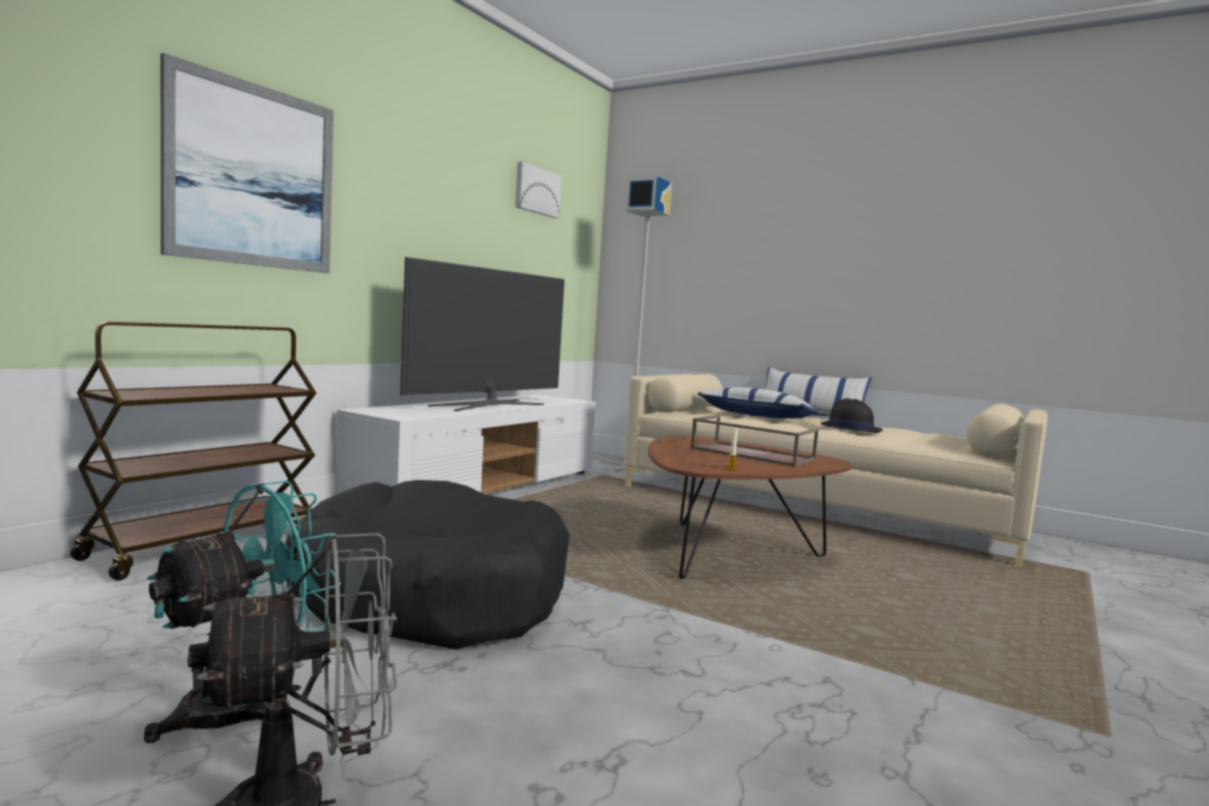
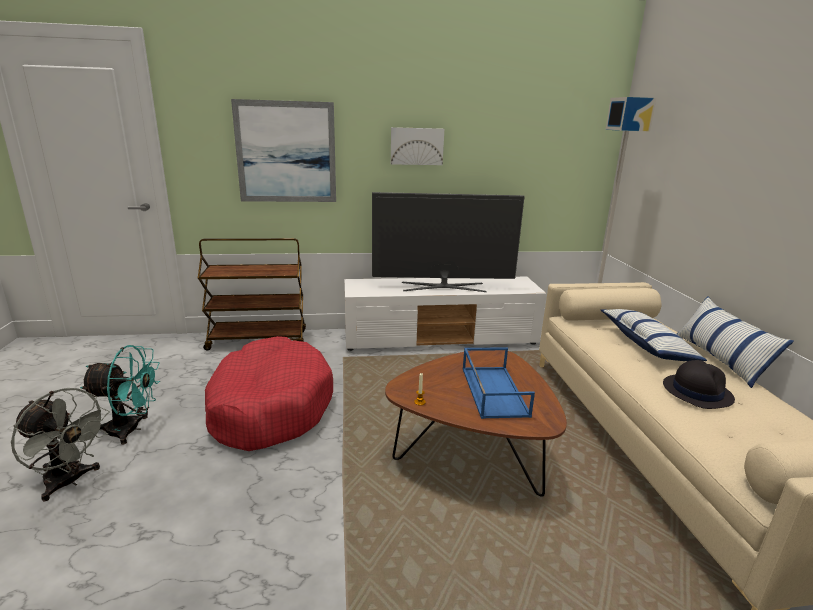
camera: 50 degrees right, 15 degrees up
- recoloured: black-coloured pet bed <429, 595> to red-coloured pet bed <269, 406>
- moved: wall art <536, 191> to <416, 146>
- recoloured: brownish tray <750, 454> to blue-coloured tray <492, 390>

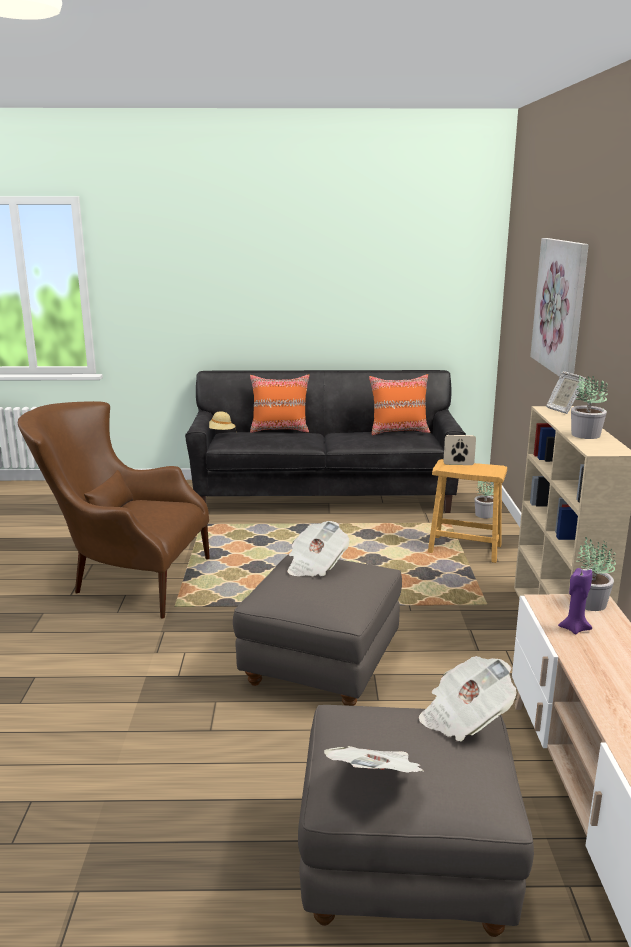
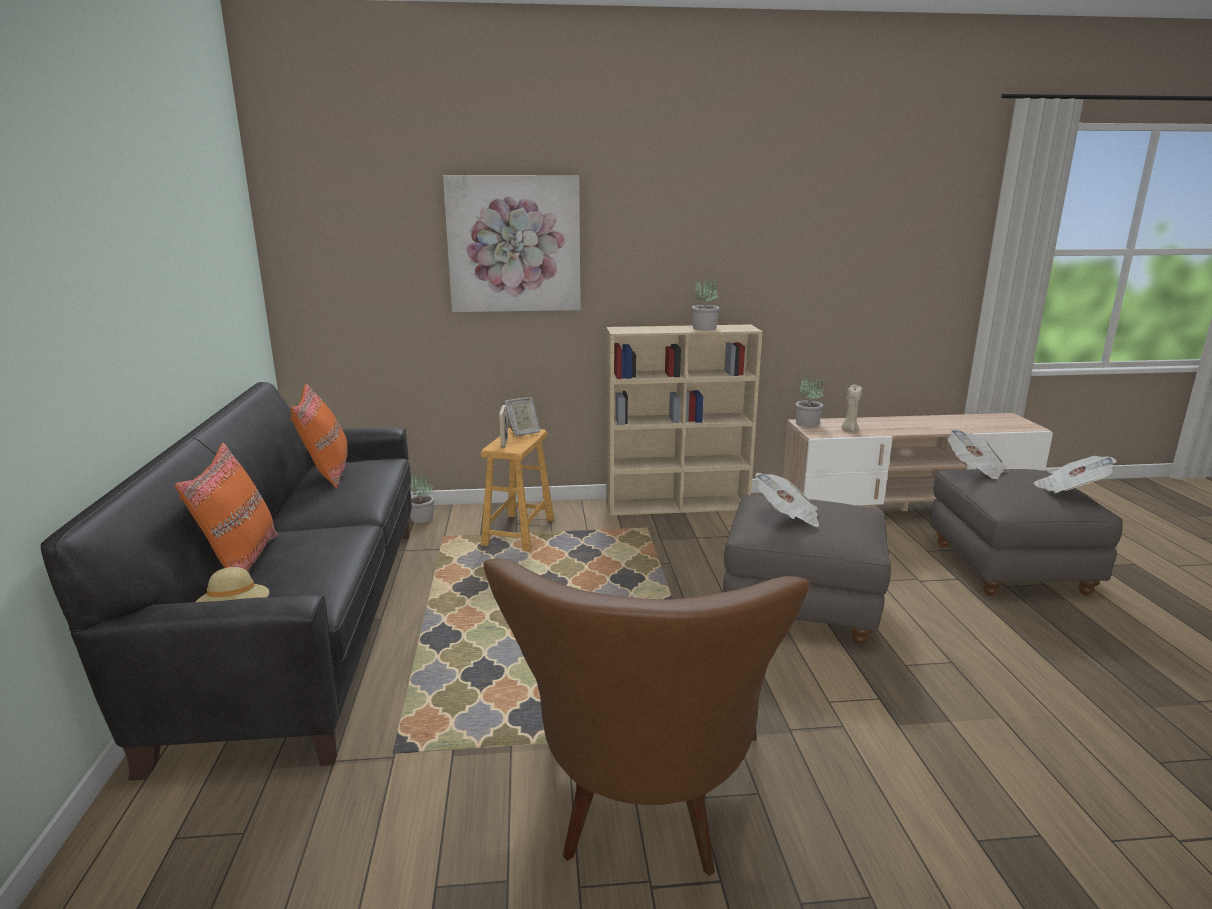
camera: 95 degrees left, 0 degrees up
- moved: picture frame <562, 410> to <523, 432>
- recoloured: purple wax candle <574, 628> to beige-coloured wax candle <849, 429>

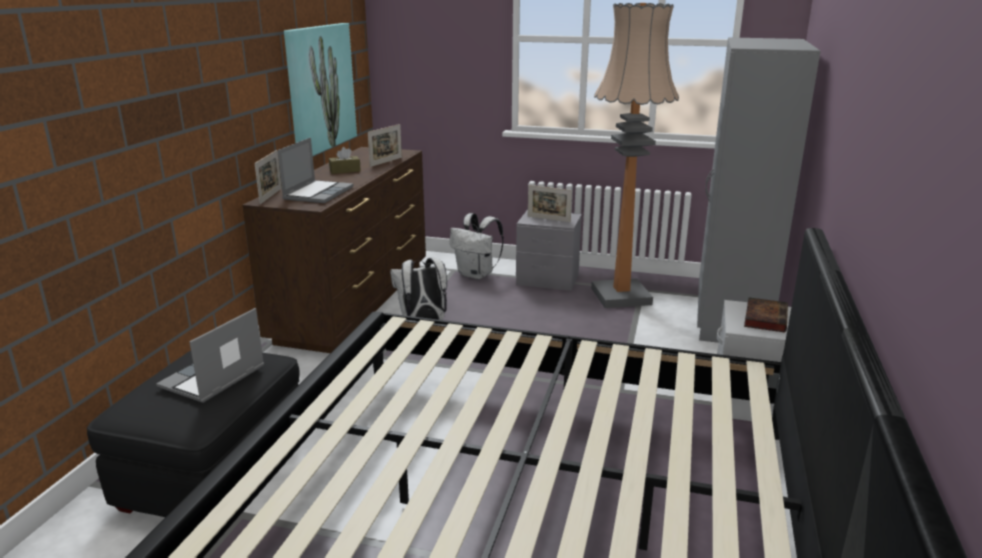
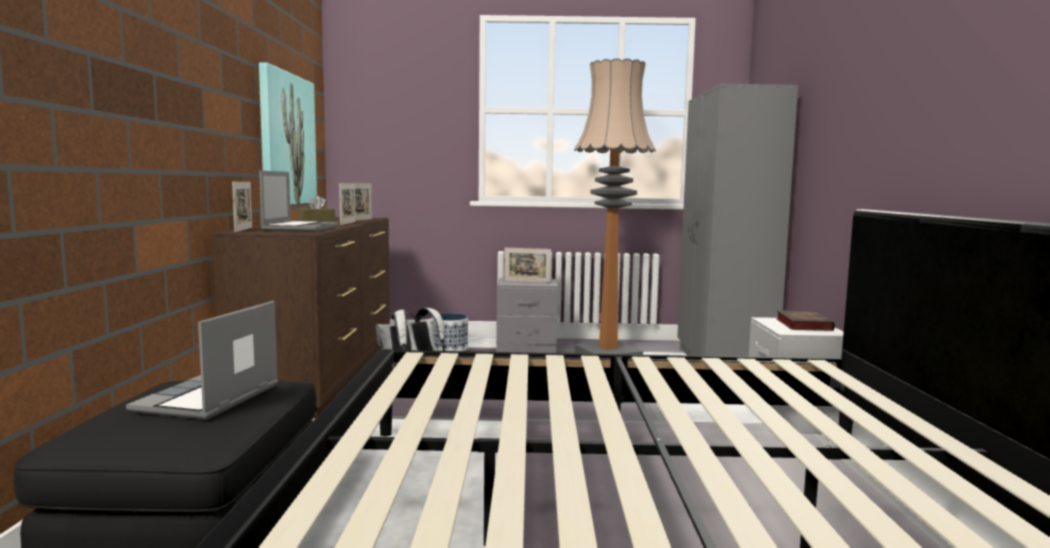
camera: 15 degrees left, 15 degrees down
- added: picture frame <348, 223>
- replaced: whitish knapsack <477, 274> to planter <449, 349>

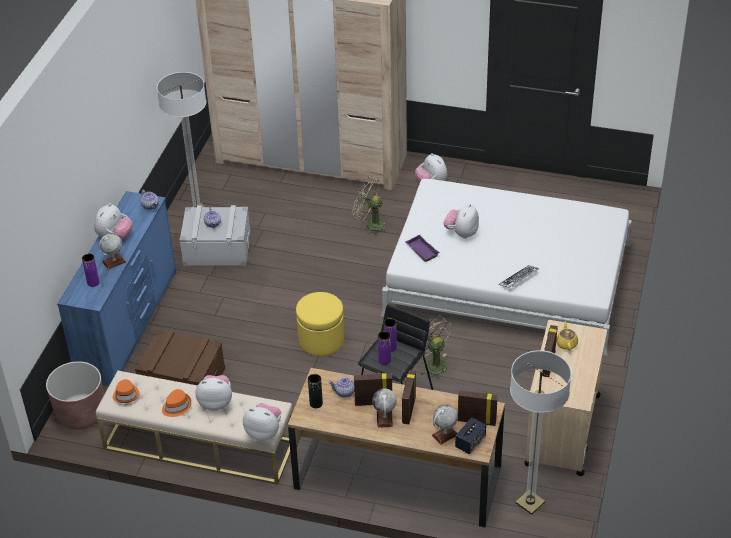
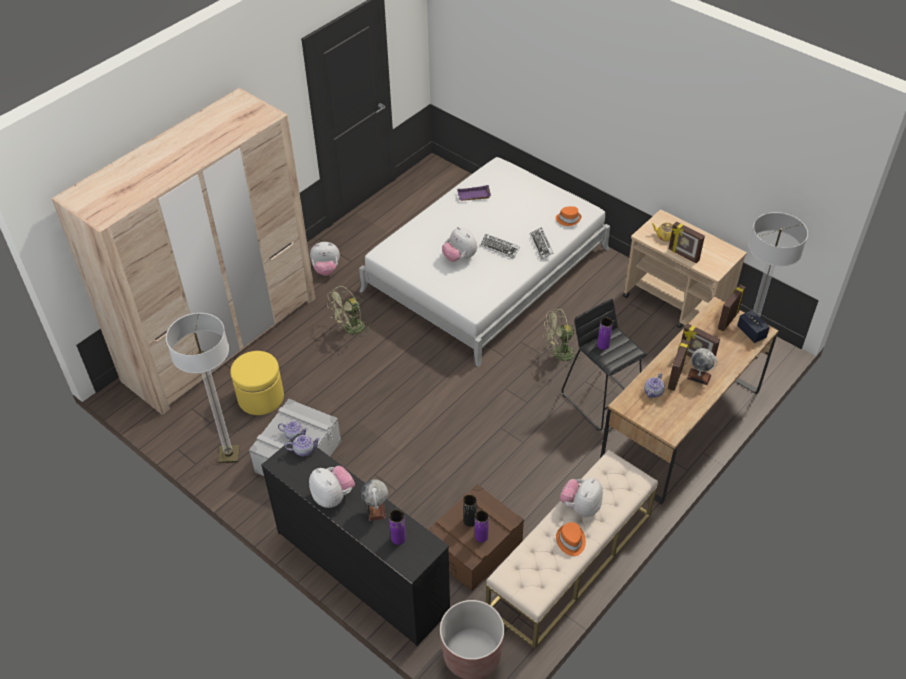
camera: 65 degrees left, 5 degrees up
- moved: yellow ottoman <321, 340> to <261, 397>
- recoloured: blue-coloured drawer chest <129, 324> to black-coloured drawer chest <362, 570>
- moved: purple tray <421, 251> to <473, 196>
- moved: black-coloured decorative vase <316, 403> to <469, 521>
- moved: purple decorative vase <384, 360> to <481, 536>
- added: computer keyboard <499, 248>
- moved: orange-coloured clothing hat <126, 394> to <568, 219>
- removed: soft toy <264, 432>
- removed: globe <444, 435>

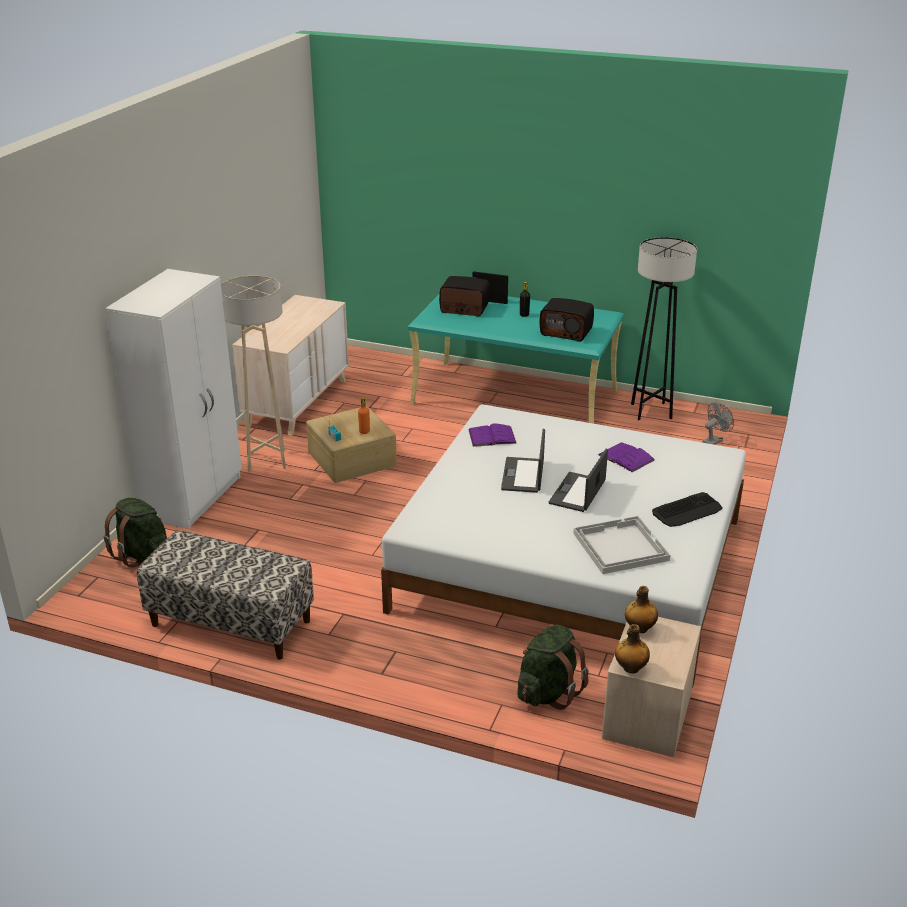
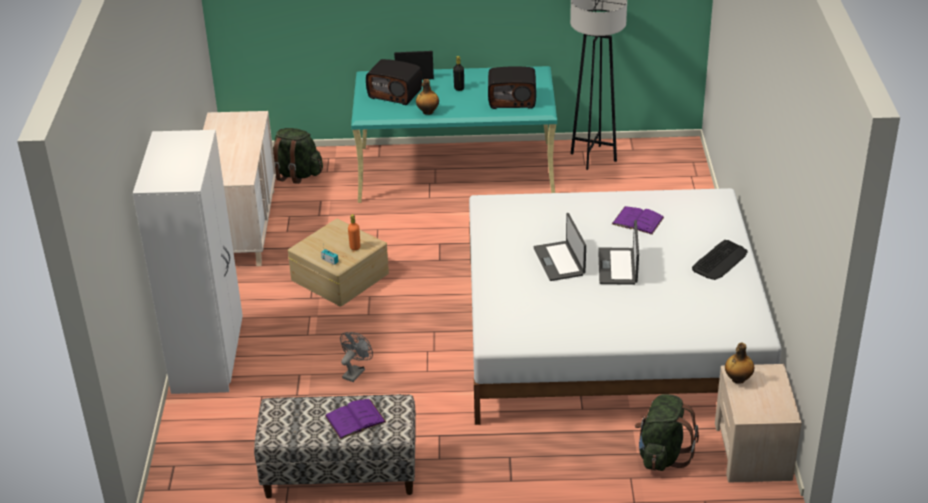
camera: 20 degrees left, 5 degrees up
- moved: green knapsack <142, 555> to <296, 174>
- moved: purple book <492, 436> to <355, 419>
- moved: greyish electric fan <714, 440> to <355, 372>
- turned: radio <464, 309> = <395, 94> 150 degrees counterclockwise
- moved: beverage bottle <630, 668> to <427, 112>
- removed: beige-coloured standing lamp <266, 461>
- removed: whitish tray <619, 546>

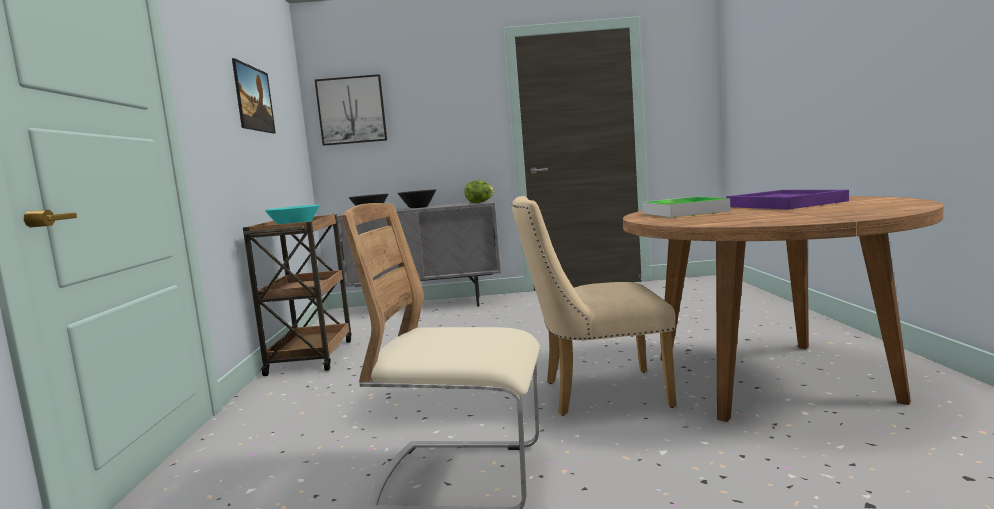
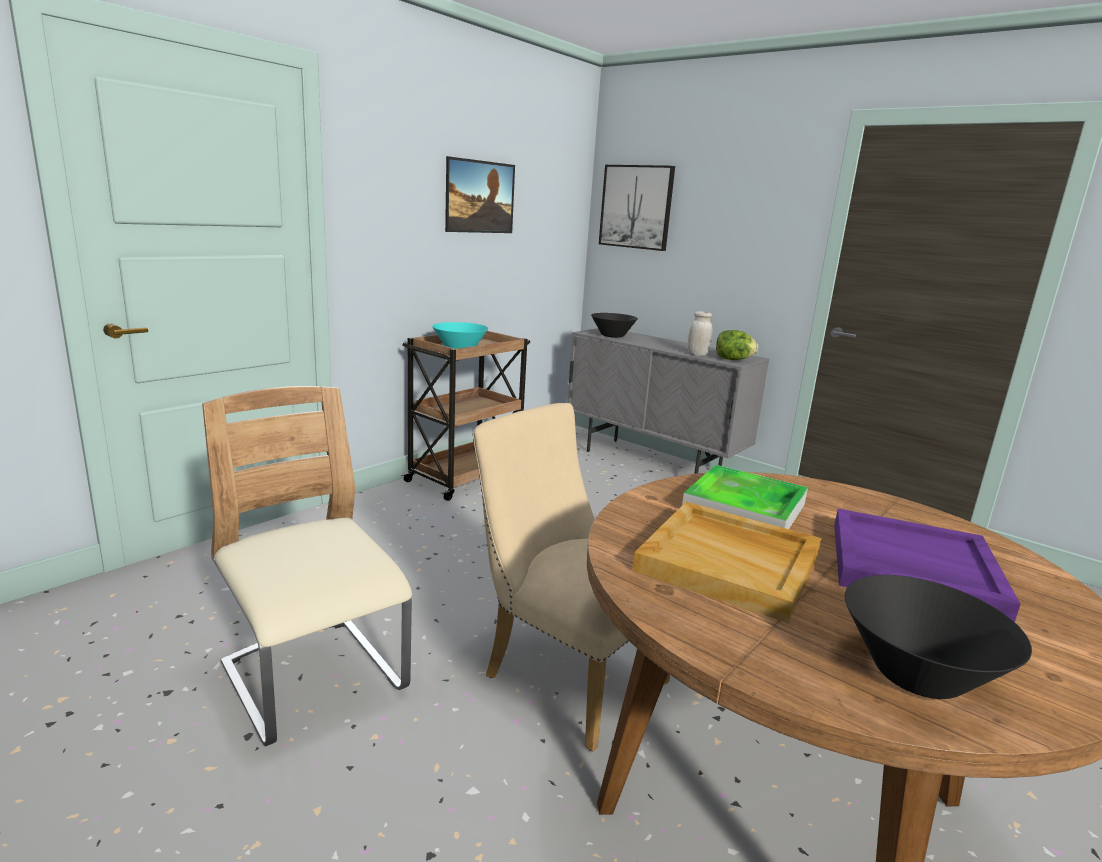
camera: 40 degrees right, 10 degrees up
- added: beige-coloured tray <730, 563>
- added: whitish storage jar <697, 354>
- moved: black-coloured bowl <418, 207> to <916, 675>

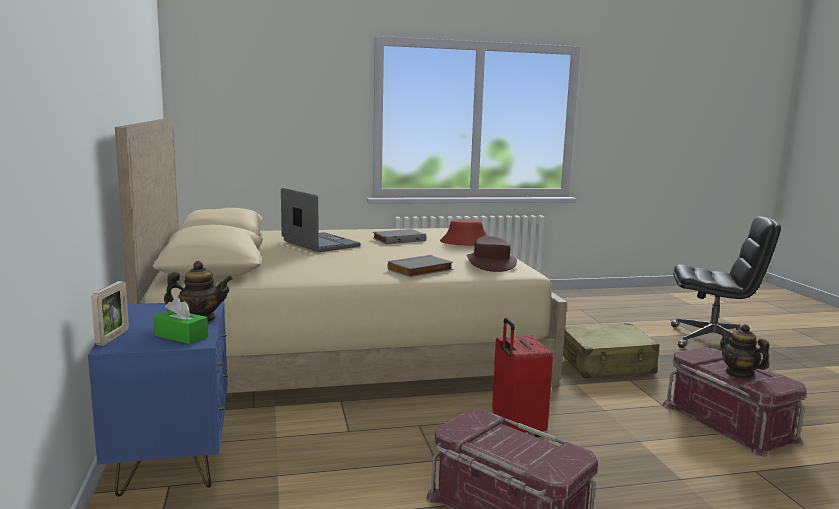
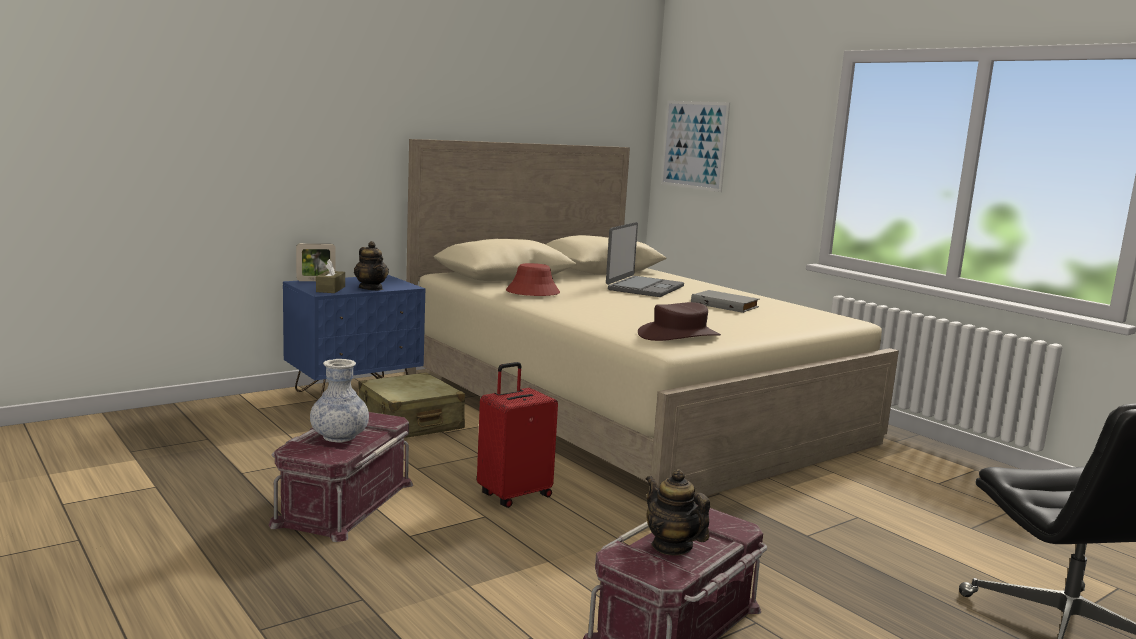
camera: 65 degrees right, 0 degrees up
- added: decorative vase <339, 437>
- recoloured: green box of tissues <181, 336> to brownish box of tissues <330, 289>
- moved: beige-coloured piece of luggage <607, 364> to <410, 423>
- moved: red-coloured clothing hat <466, 242> to <532, 292>
- turned: teapot <738, 373> = <672, 546> 75 degrees counterclockwise
- added: wall art <694, 145>
- removed: greyish book <421, 270>

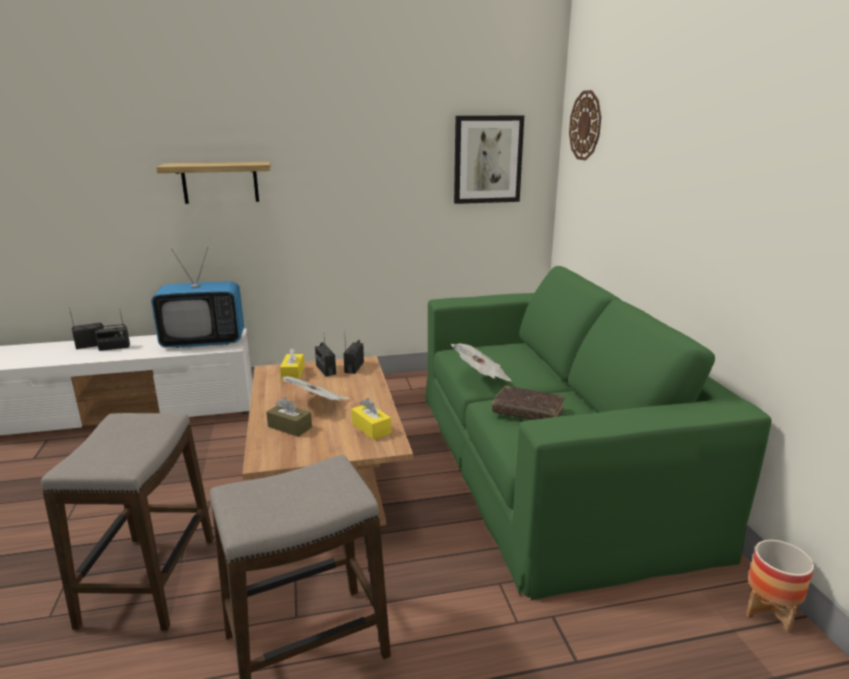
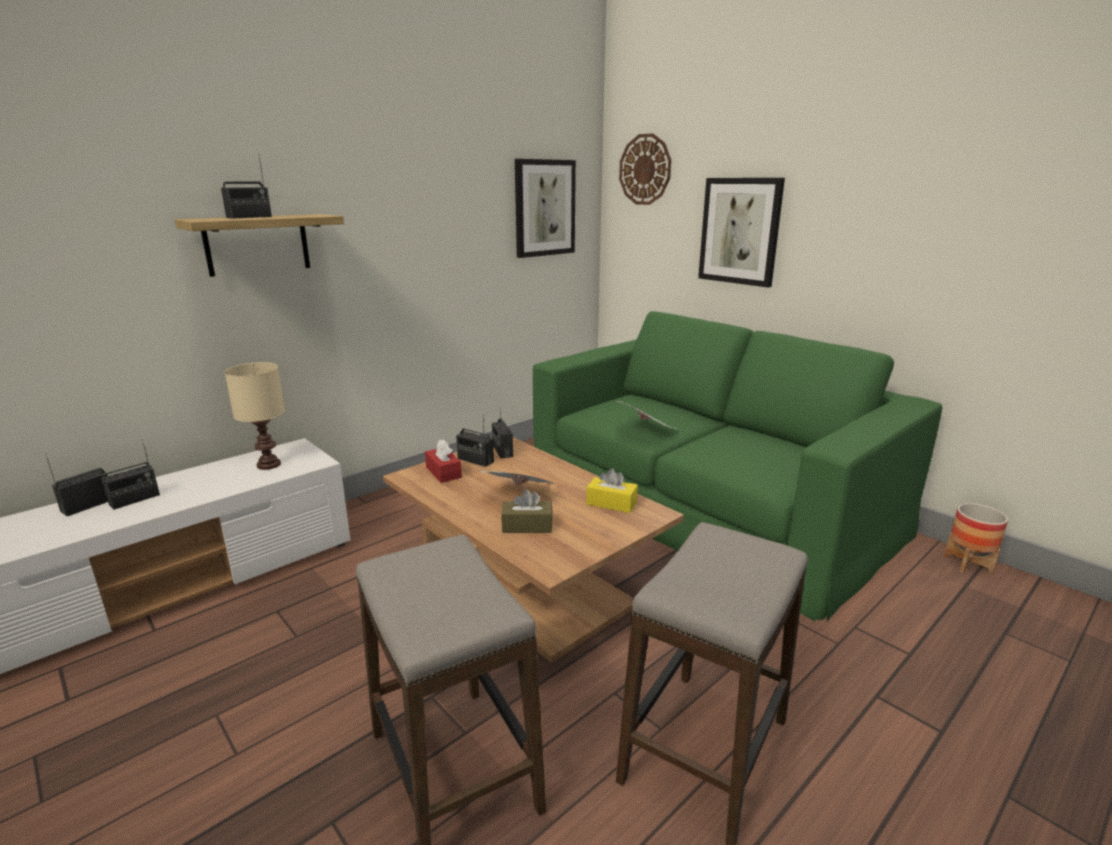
camera: 30 degrees left, 0 degrees up
- added: radio <249, 217>
- replaced: TV set <204, 342> to beige-coloured tabletop lamp <269, 464>
- recoloured: yellow box of tissues <293, 373> to red-coloured box of tissues <443, 472>
- added: wall art <740, 231>
- removed: brownish book <528, 412>

